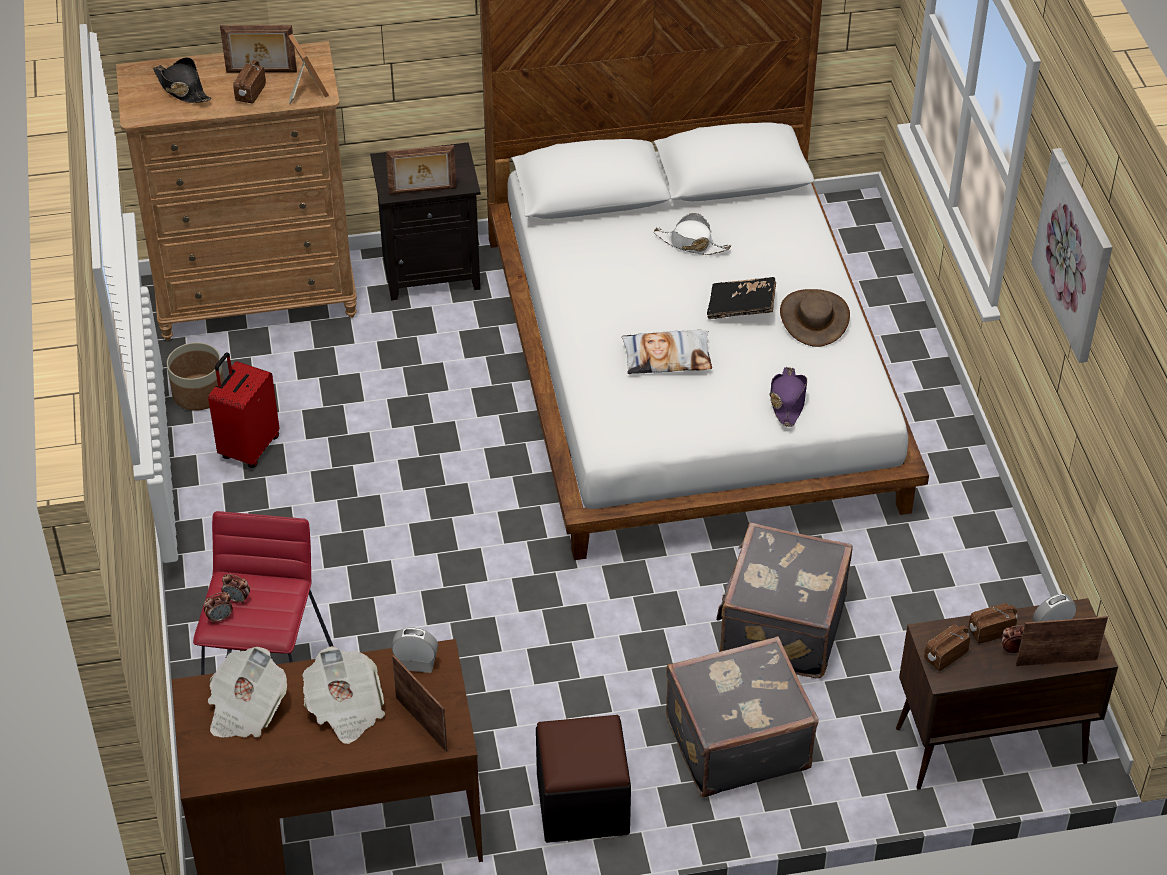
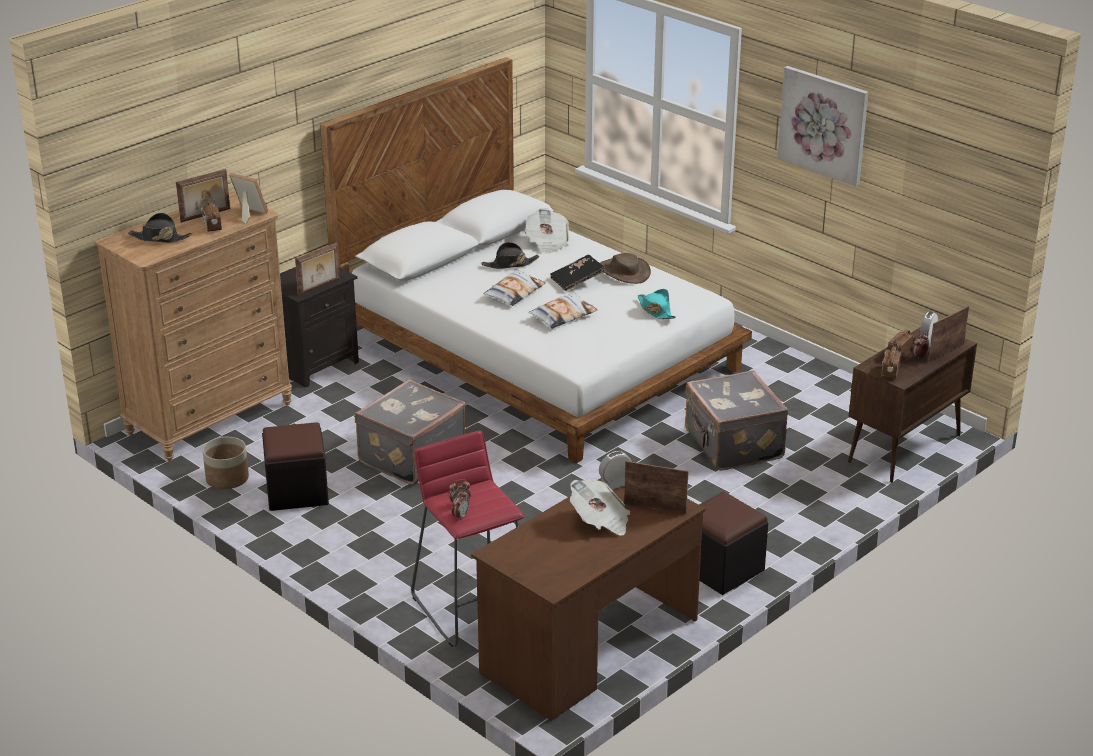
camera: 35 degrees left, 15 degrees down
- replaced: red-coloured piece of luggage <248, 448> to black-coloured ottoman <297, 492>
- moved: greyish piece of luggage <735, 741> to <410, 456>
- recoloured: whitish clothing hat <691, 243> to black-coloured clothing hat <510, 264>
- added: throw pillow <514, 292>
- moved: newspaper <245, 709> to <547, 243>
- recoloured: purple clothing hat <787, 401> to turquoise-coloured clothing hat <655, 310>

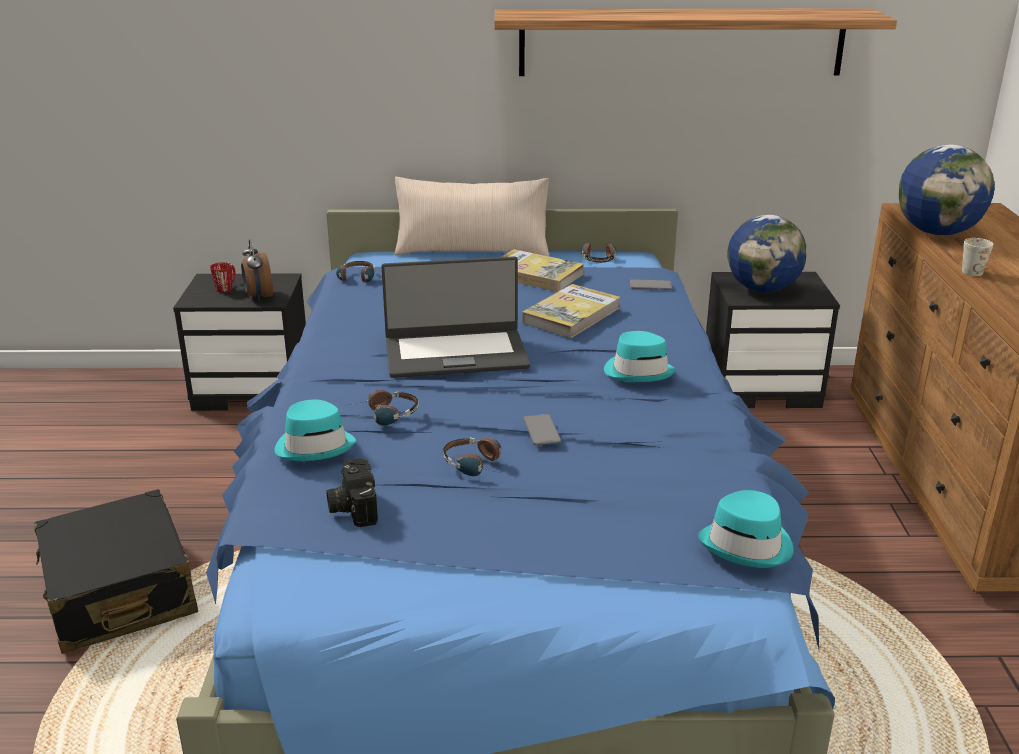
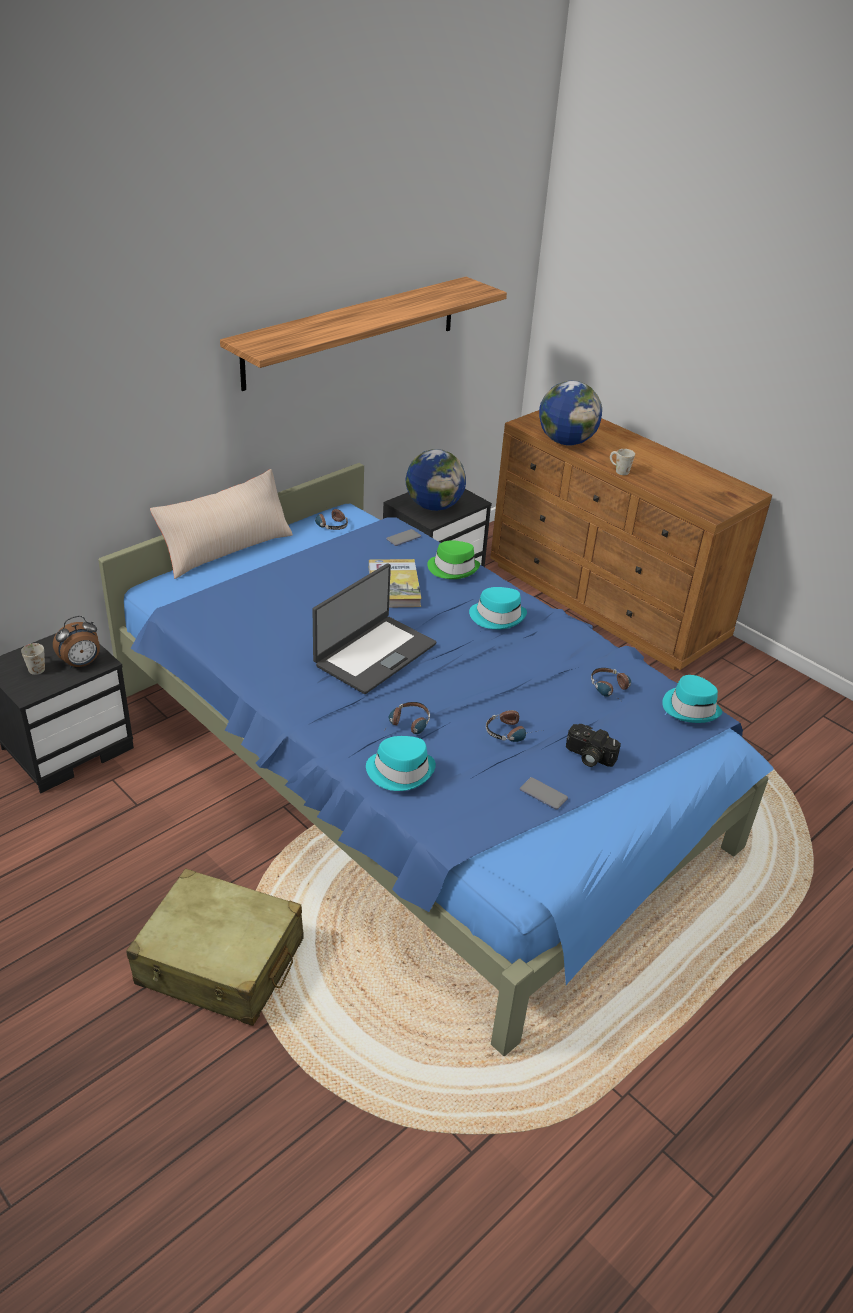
camera: 45 degrees left, 10 degrees up
- recoloured: red-coloured mug <227, 287> to whitish mug <36, 666>
- turned: table clock <258, 296> = <81, 664> 60 degrees counterclockwise
- recoloured: black-coloured piece of luggage <119, 593> to beige-coloured piece of luggage <220, 962>
- added: green clothing hat <453, 568>
- moved: phone <541, 431> to <543, 794>
- moved: photo camera <351, 506> to <588, 757>
- moved: headset <356, 280> to <612, 690>
- removed: book <535, 275>

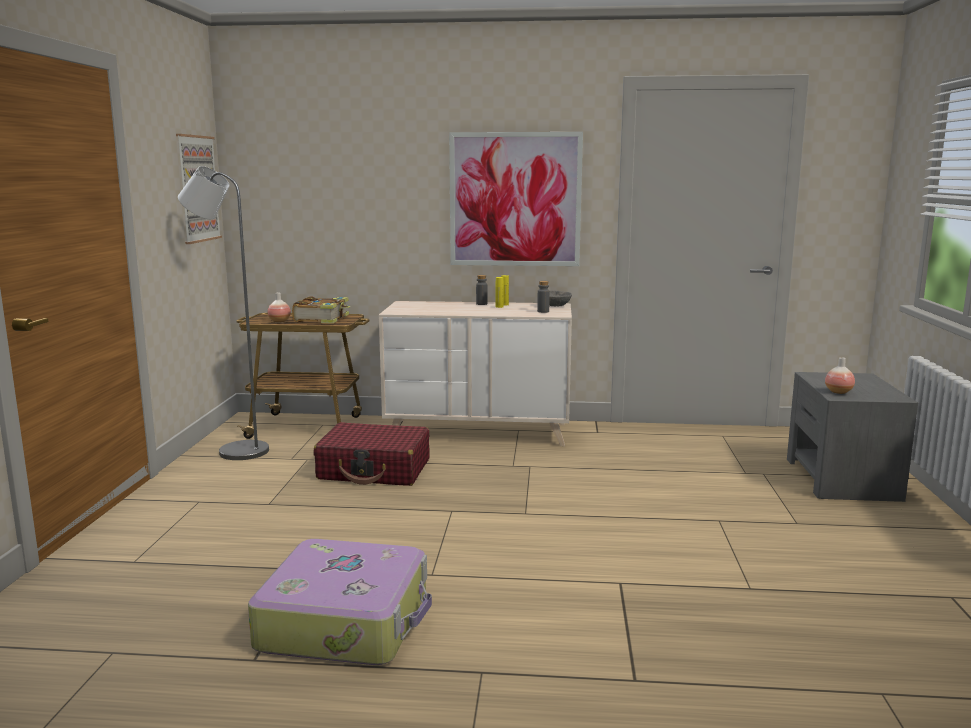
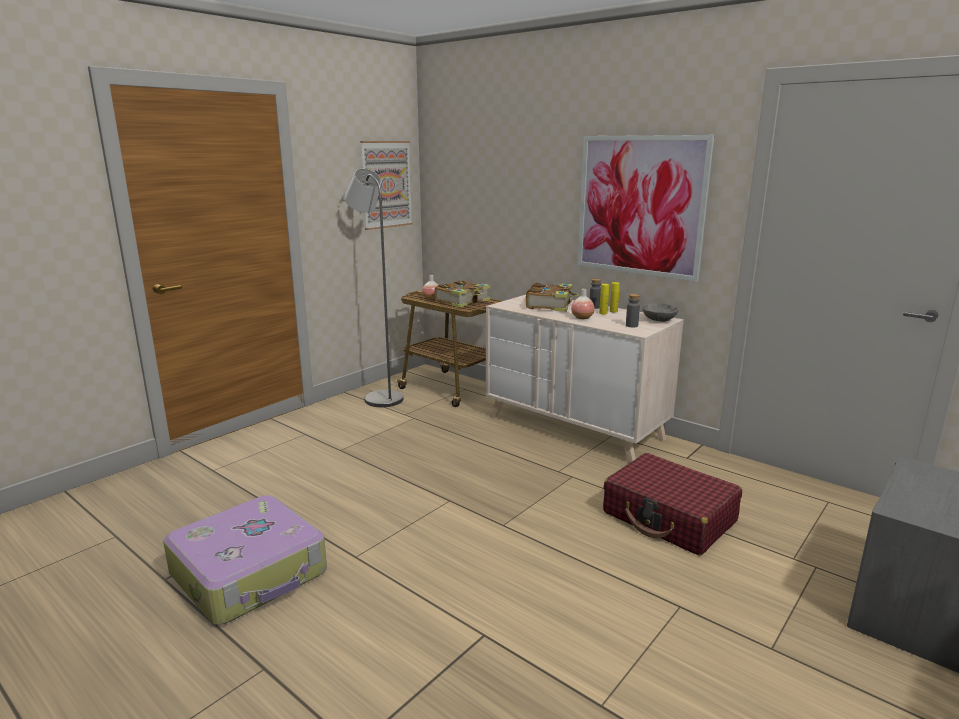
camera: 35 degrees right, 5 degrees up
- added: book <550, 305>
- moved: decorative vase <838, 392> to <582, 318>
- moved: red-coloured piece of luggage <374, 470> to <669, 517>

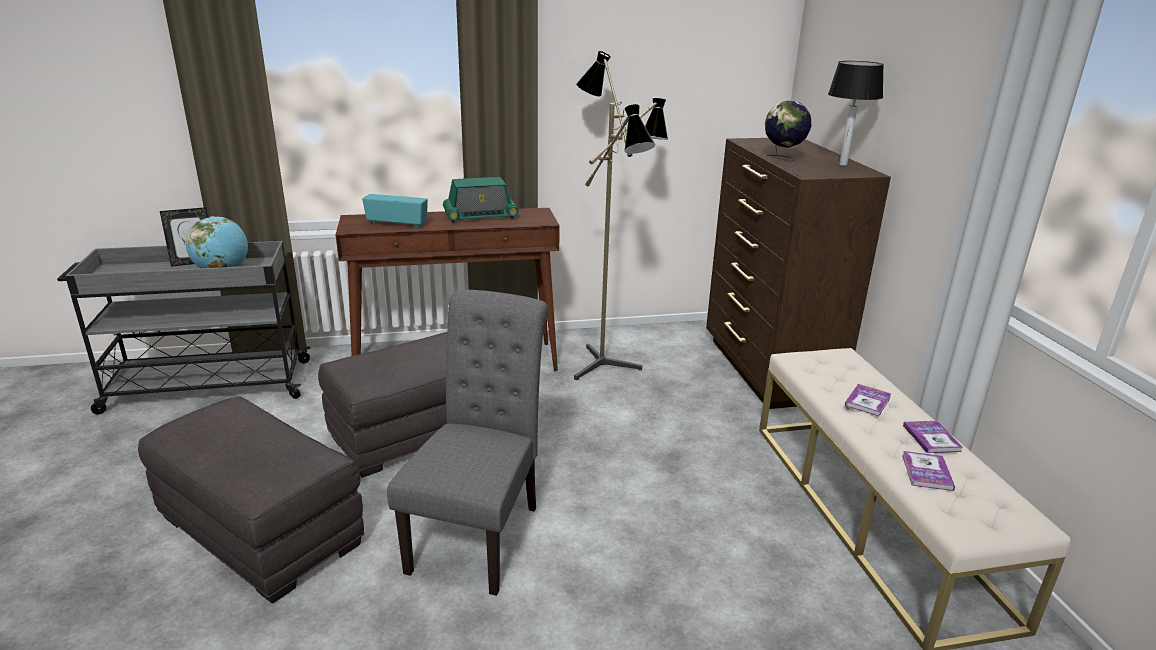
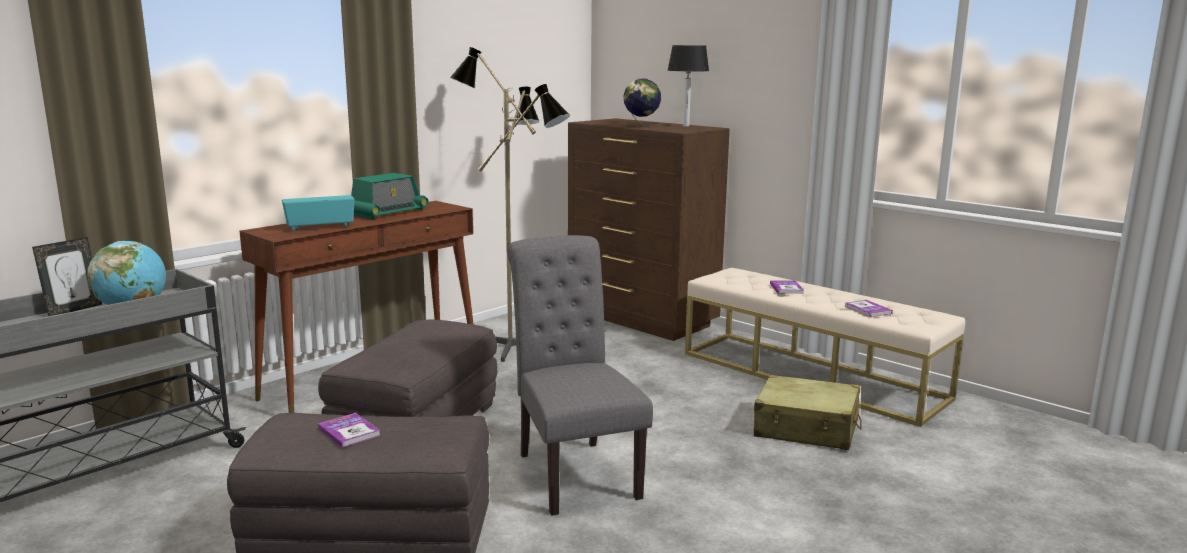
camera: 35 degrees left, 10 degrees down
- moved: book <931, 438> to <349, 432>
- added: beige-coloured piece of luggage <806, 429>

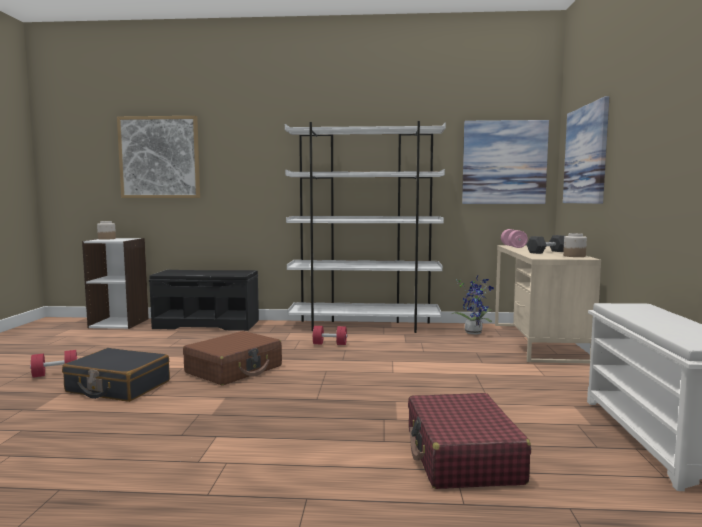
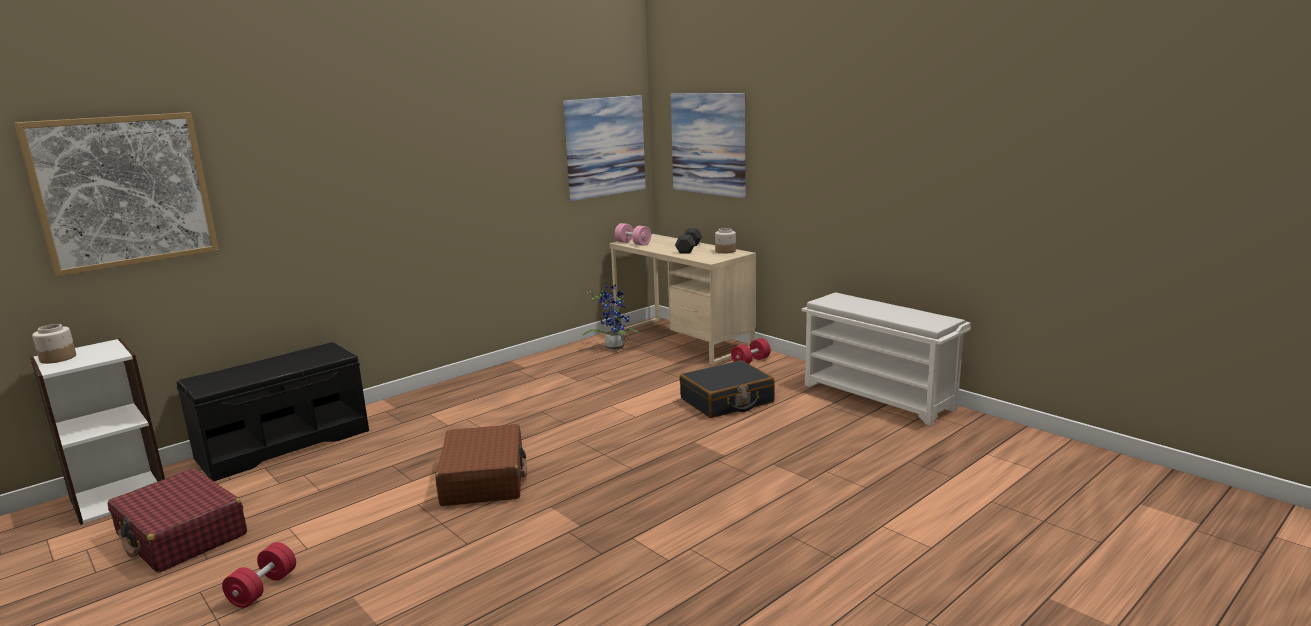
camera: 45 degrees left, 10 degrees up
- moved: red-coloured piece of luggage <462, 456> to <181, 535>
- moved: black-coloured piece of luggage <118, 387> to <727, 401>
- moved: red-coloured dumbbell <330, 344> to <751, 361>
- removed: whitish bookcase <364, 326>

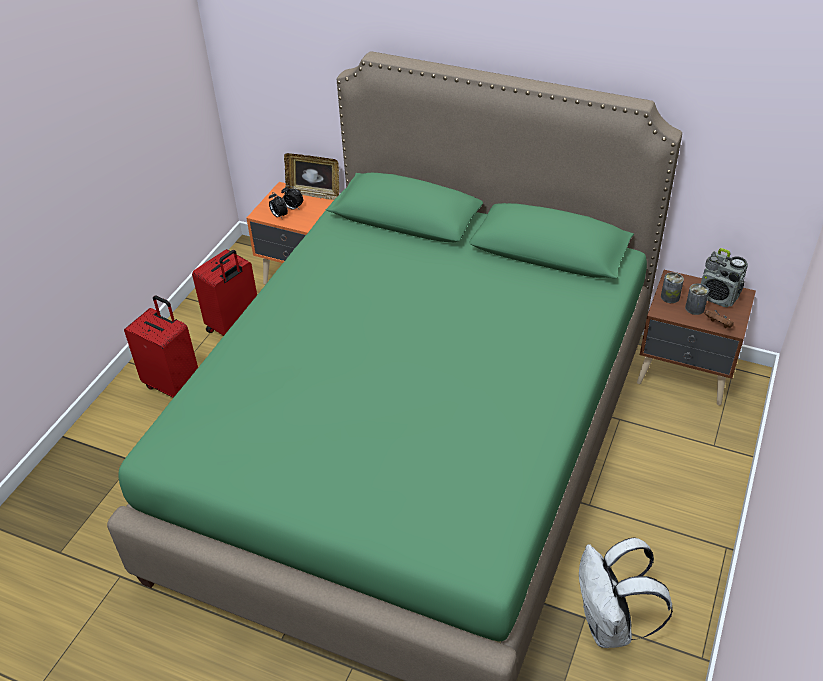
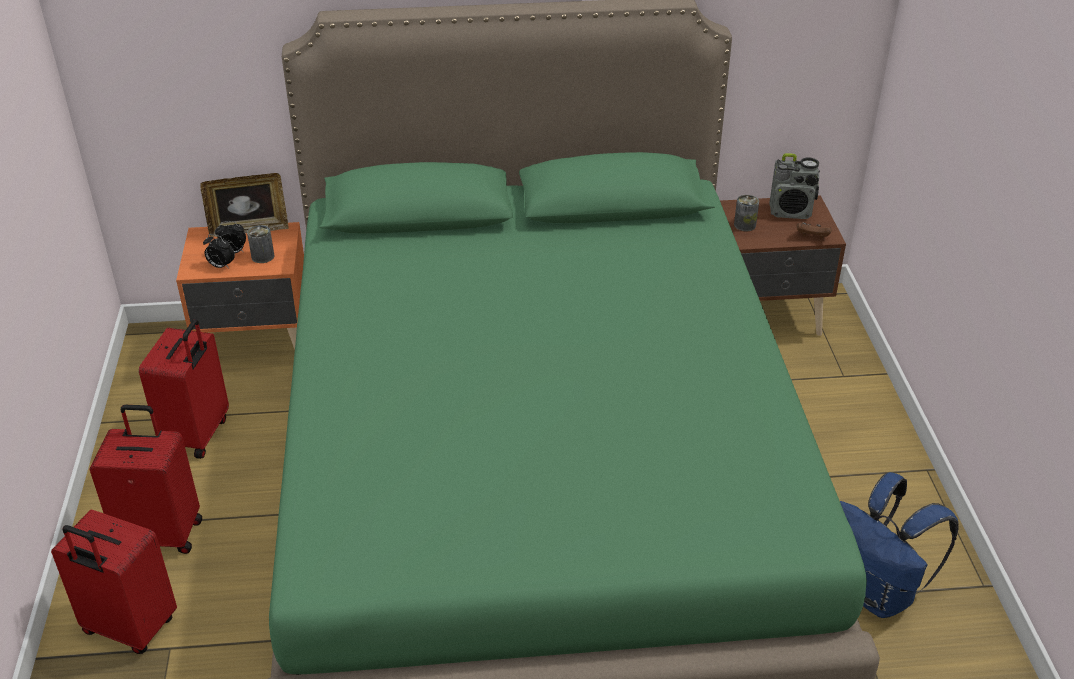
camera: 30 degrees left, 5 degrees down
- added: red-coloured piece of luggage <129, 628>
- moved: metal can <694, 308> to <263, 256>
- recoloured: whitish knapsack <610, 626> to blue-coloured knapsack <877, 593>

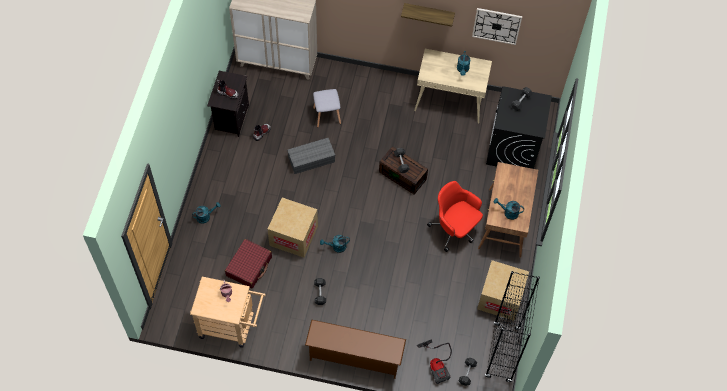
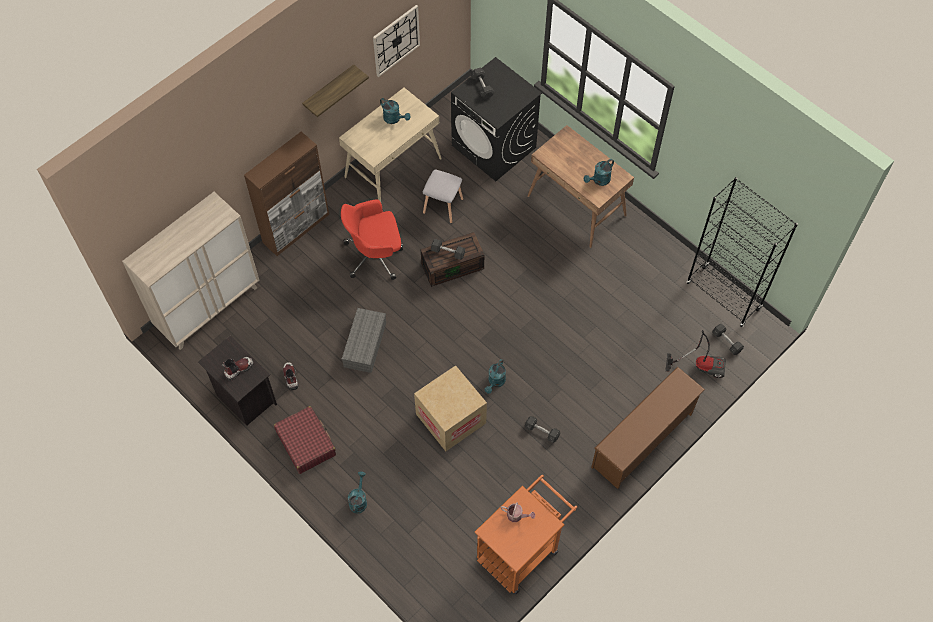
camera: 55 degrees left, 0 degrees up
- added: brownish cupboard <296, 228>
- moved: red-coloured piece of luggage <249, 266> to <306, 443>
- moved: red-coloured desk chair <454, 229> to <375, 255>
- moved: greyish stool seat <326, 116> to <443, 206>
- recoloured: beige-coloured trolley <231, 326> to orange-coloured trolley <522, 549>
- removed: cardboard box <500, 298>

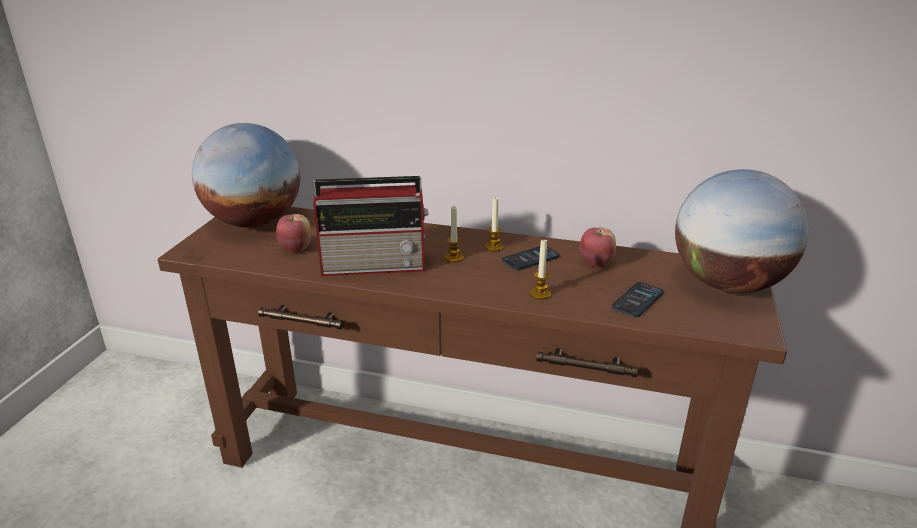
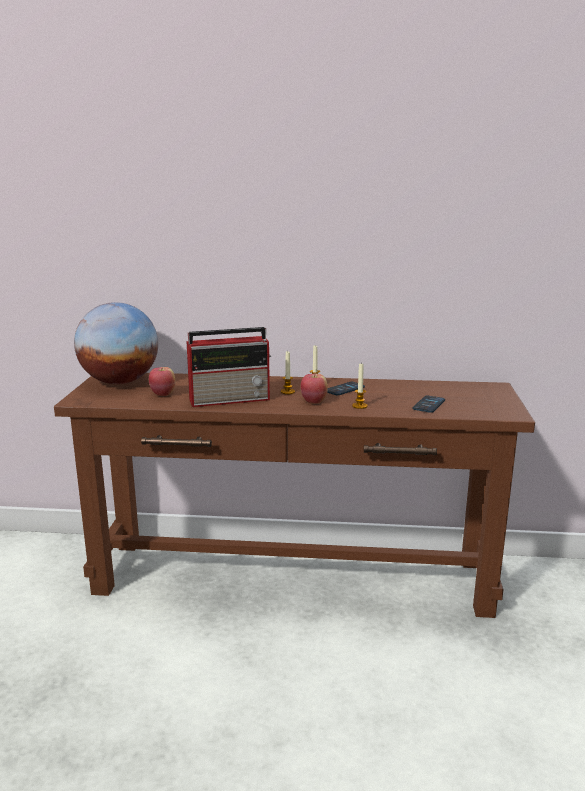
camera: 10 degrees left, 10 degrees down
- moved: apple fruit <596, 263> to <314, 401>
- removed: globe <728, 284>

